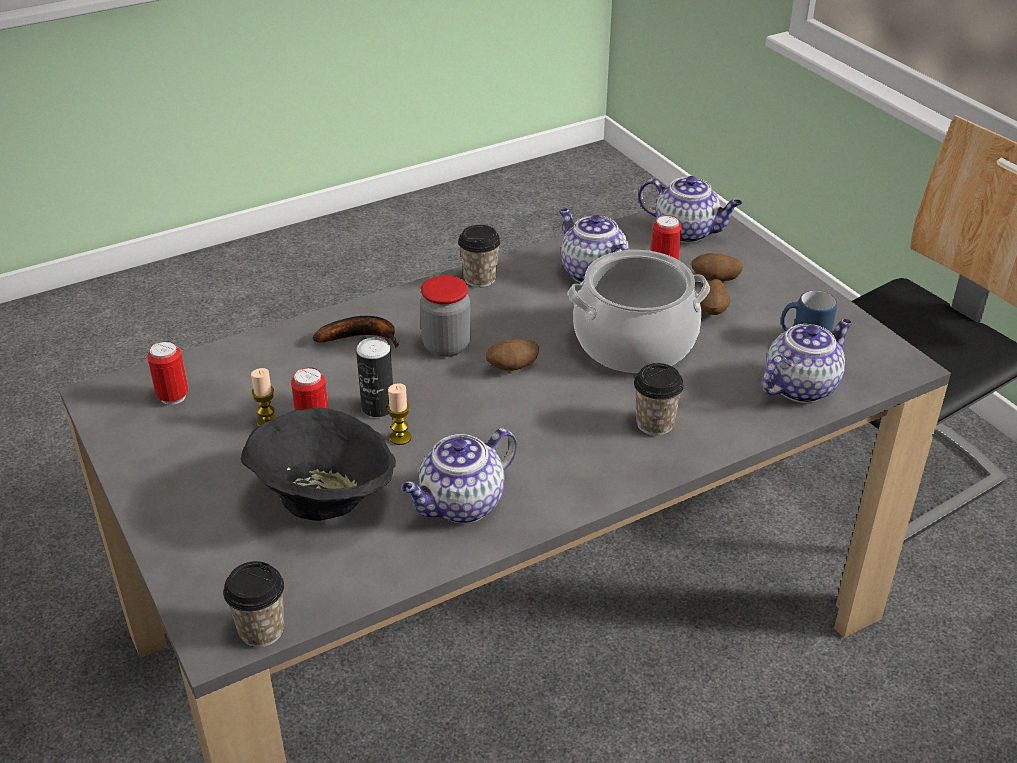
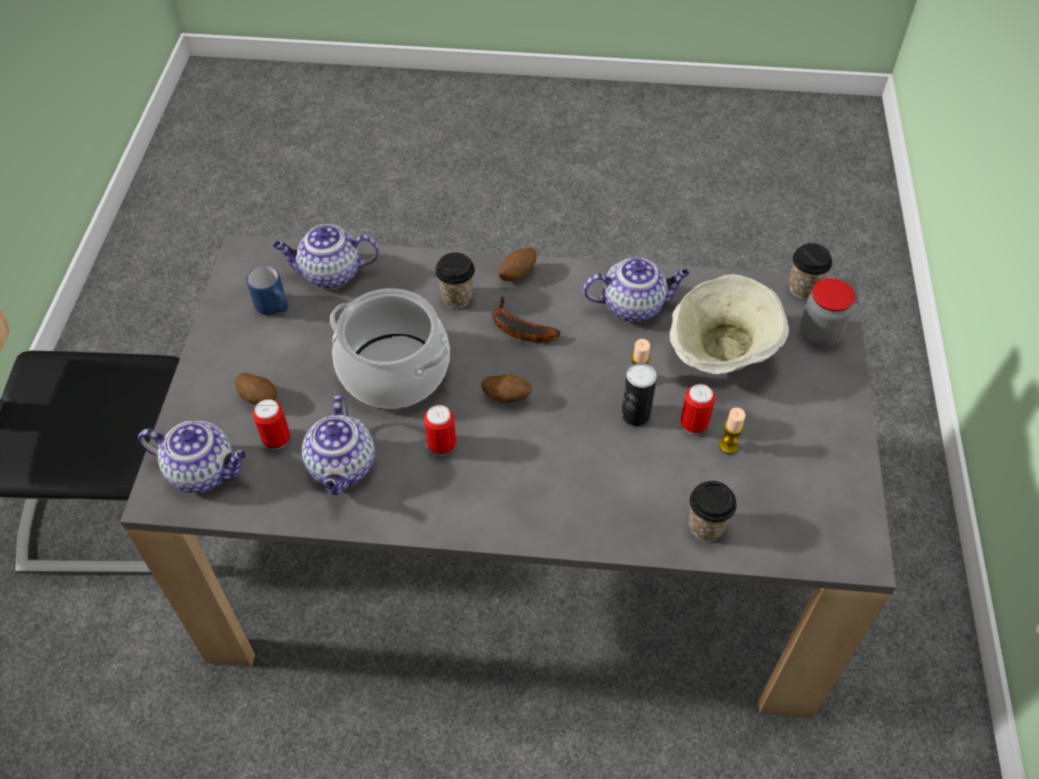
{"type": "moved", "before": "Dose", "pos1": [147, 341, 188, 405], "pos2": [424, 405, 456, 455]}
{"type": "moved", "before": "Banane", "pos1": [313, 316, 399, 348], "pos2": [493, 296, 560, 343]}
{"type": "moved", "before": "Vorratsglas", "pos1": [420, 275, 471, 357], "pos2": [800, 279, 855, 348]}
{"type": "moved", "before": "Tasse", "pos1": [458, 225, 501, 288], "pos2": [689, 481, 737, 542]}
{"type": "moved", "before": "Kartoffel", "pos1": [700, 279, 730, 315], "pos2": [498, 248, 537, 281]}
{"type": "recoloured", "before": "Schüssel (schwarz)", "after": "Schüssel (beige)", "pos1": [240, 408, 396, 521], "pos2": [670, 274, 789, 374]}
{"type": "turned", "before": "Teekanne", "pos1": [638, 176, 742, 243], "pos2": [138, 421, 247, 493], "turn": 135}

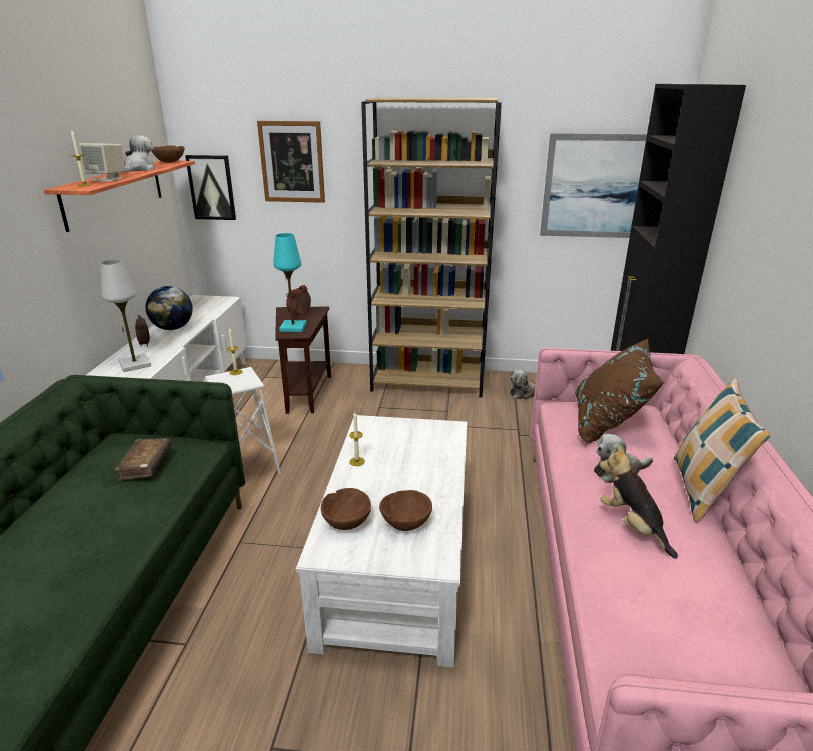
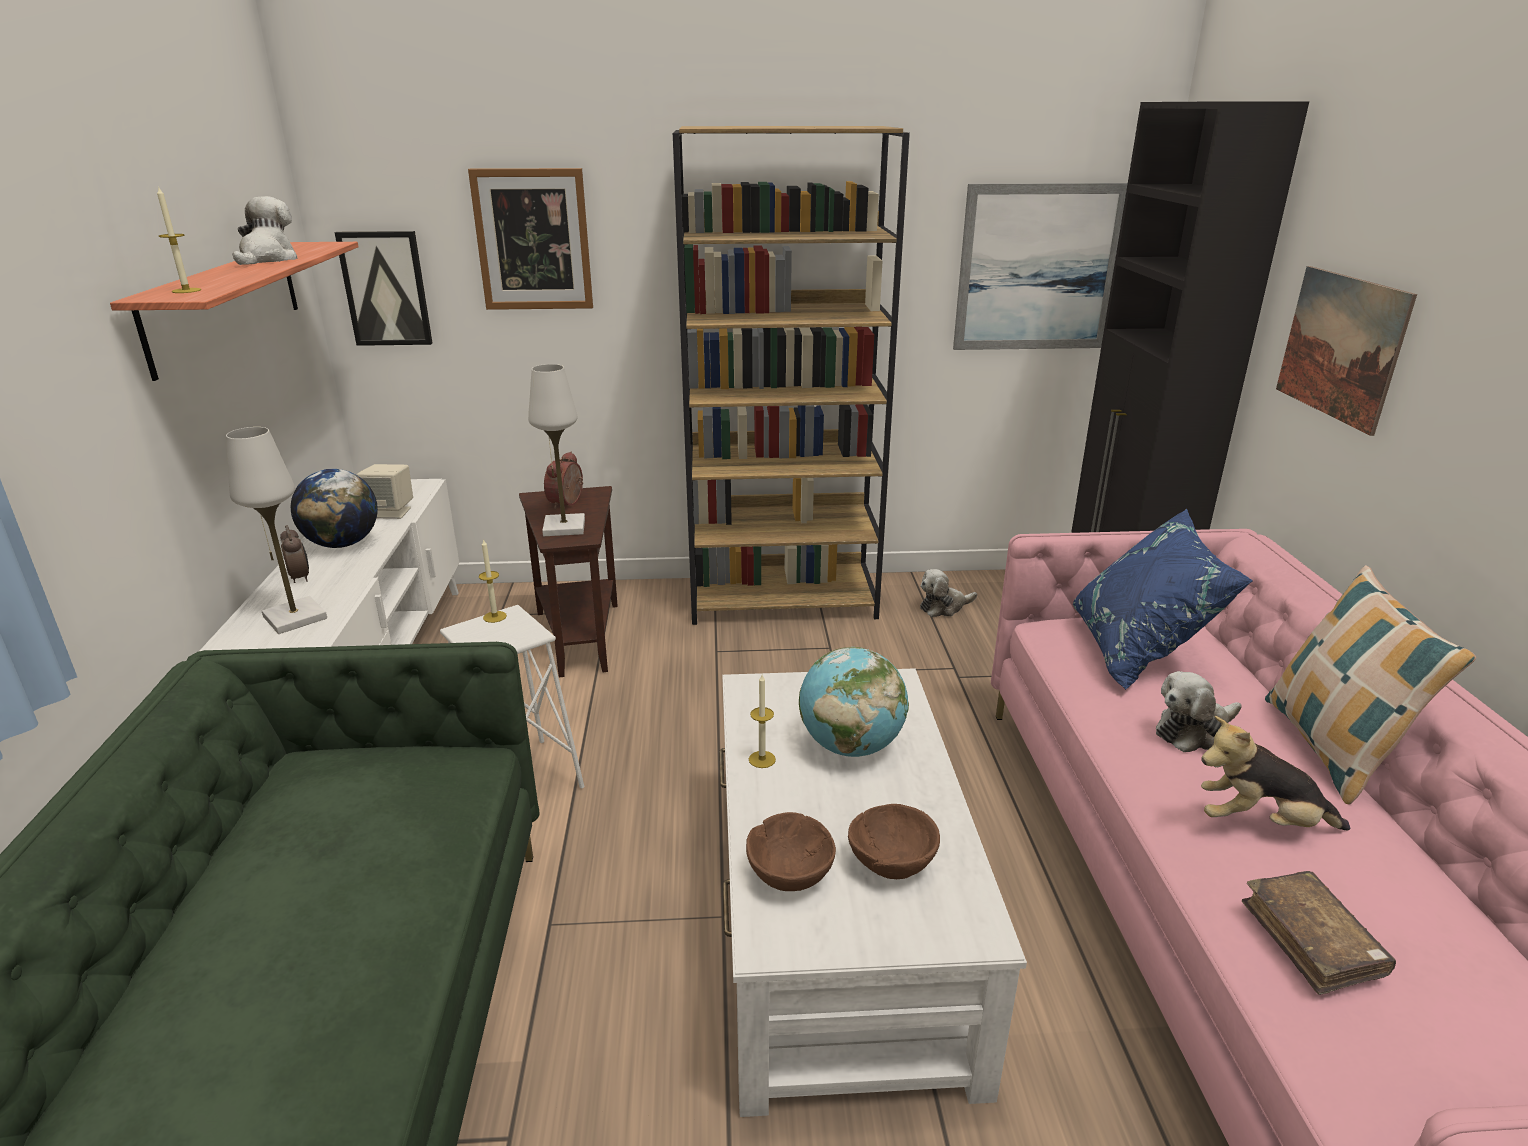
{"type": "removed", "before": "Schüssel (braun)", "pos1": [152, 145, 185, 162]}
{"type": "added", "after": "Globus", "pos2": [799, 647, 909, 757]}
{"type": "added", "after": "Bild", "pos2": [1276, 266, 1417, 436]}
{"type": "moved", "before": "Lautsprecher (beige)", "pos1": [79, 143, 125, 182], "pos2": [357, 464, 413, 519]}
{"type": "moved", "before": "Buch (braun)", "pos1": [114, 438, 171, 481], "pos2": [1242, 871, 1396, 995]}
{"type": "recoloured", "before": "Tischlampe (türkis)", "after": "Tischlampe (weiß)", "pos1": [273, 233, 307, 332], "pos2": [528, 364, 585, 536]}
{"type": "recoloured", "before": "Kissen (braun)", "after": "Kissen (blau)", "pos1": [575, 339, 664, 444], "pos2": [1073, 509, 1253, 690]}
{"type": "turned", "before": "Plüschtier", "pos1": [600, 445, 678, 559], "pos2": [1201, 716, 1350, 830], "turn": -45}

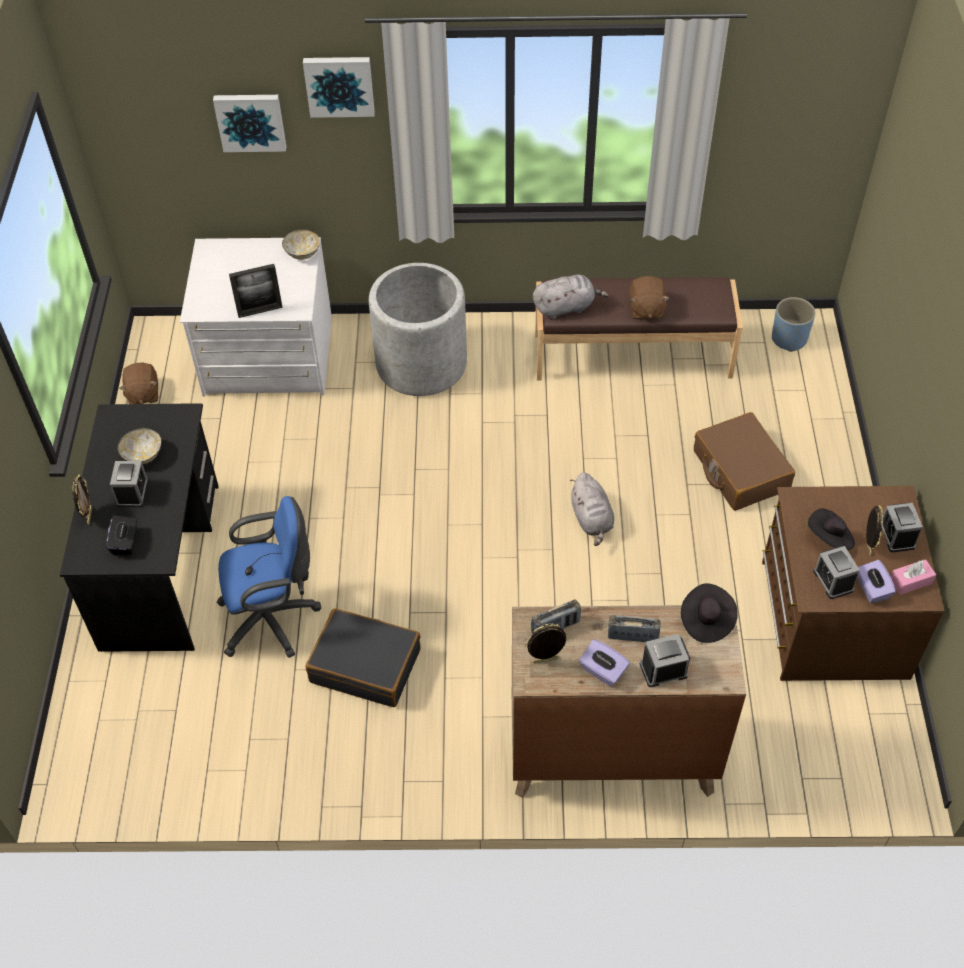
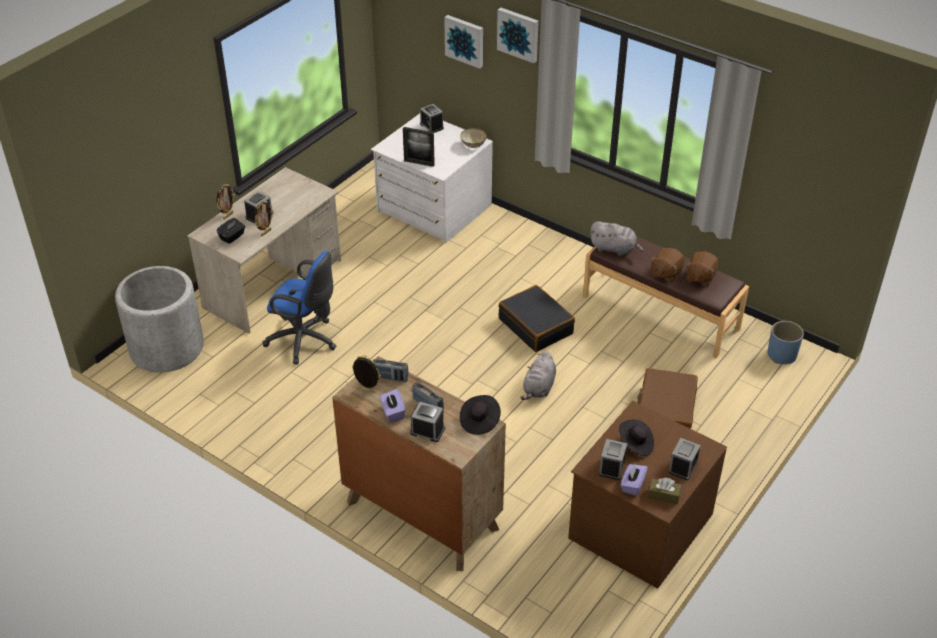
{"type": "removed", "before": "Schüssel", "pos1": [118, 428, 161, 464]}
{"type": "added", "after": "Wecker", "pos2": [420, 104, 444, 133]}
{"type": "moved", "before": "Plüschtier (braun)", "pos1": [119, 363, 158, 404], "pos2": [686, 251, 718, 286]}
{"type": "moved", "before": "Koffer (schwarz)", "pos1": [305, 608, 421, 707], "pos2": [498, 285, 575, 352]}
{"type": "moved", "before": "Pflanzkübel (grau)", "pos1": [369, 263, 467, 396], "pos2": [115, 266, 204, 372]}
{"type": "moved", "before": "Bilderrahmen", "pos1": [866, 505, 883, 555], "pos2": [254, 201, 274, 237]}
{"type": "recoloured", "before": "Schreibtisch (schwarz)", "after": "Schreibtisch (beige)", "pos1": [60, 403, 219, 652], "pos2": [187, 167, 341, 334]}
{"type": "recoloured", "before": "Taschentuchbox (rosa)", "after": "Taschentuchbox (braun)", "pos1": [891, 559, 936, 595], "pos2": [648, 478, 682, 504]}

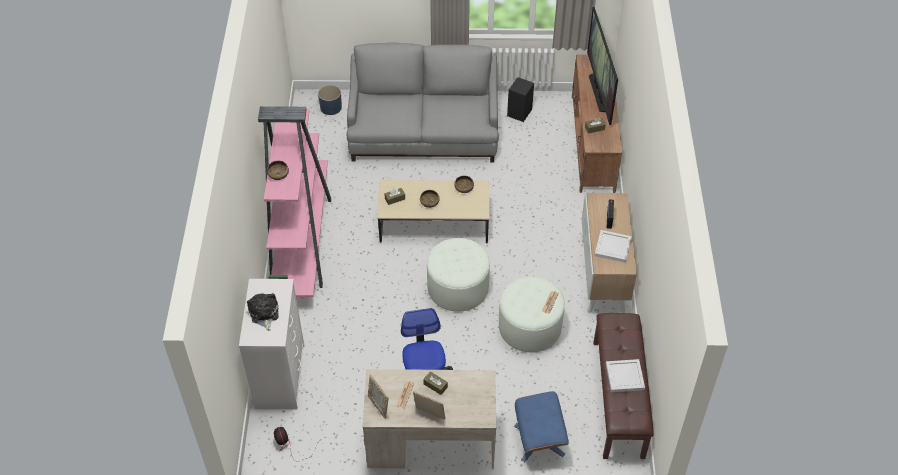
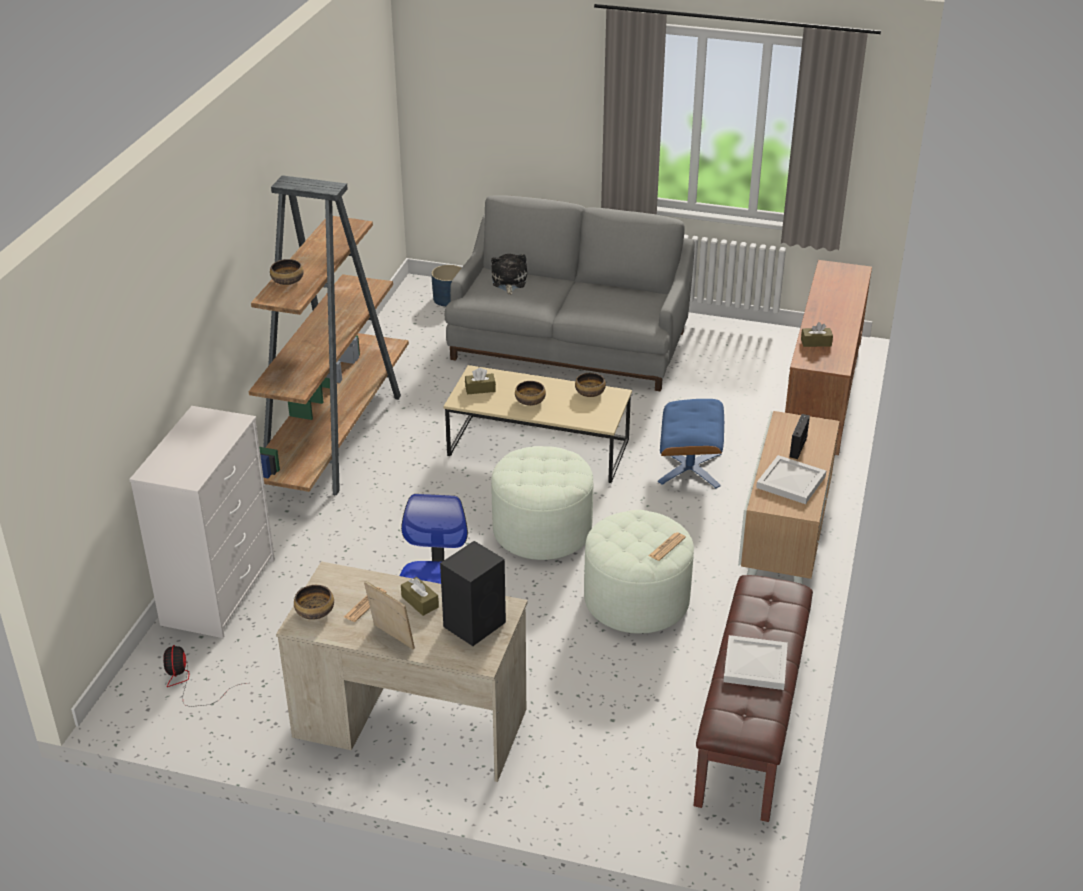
{"type": "removed", "before": "Fernseher", "pos1": [587, 7, 618, 125]}
{"type": "moved", "before": "Plüschtier", "pos1": [247, 293, 279, 331], "pos2": [491, 254, 527, 295]}
{"type": "moved", "before": "Lautsprecher (schwarz)", "pos1": [507, 77, 534, 122], "pos2": [440, 541, 506, 646]}
{"type": "moved", "before": "Polsterhocker (blau)", "pos1": [514, 391, 569, 462], "pos2": [658, 399, 724, 488]}
{"type": "replaced", "before": "Bilderrahmen", "after": "Schüssel", "pos1": [368, 374, 389, 419], "pos2": [294, 585, 334, 620]}
{"type": "recoloured", "before": "Bücherregal (rosa)", "after": "Bücherregal (braun)", "pos1": [258, 106, 331, 297], "pos2": [249, 175, 409, 495]}

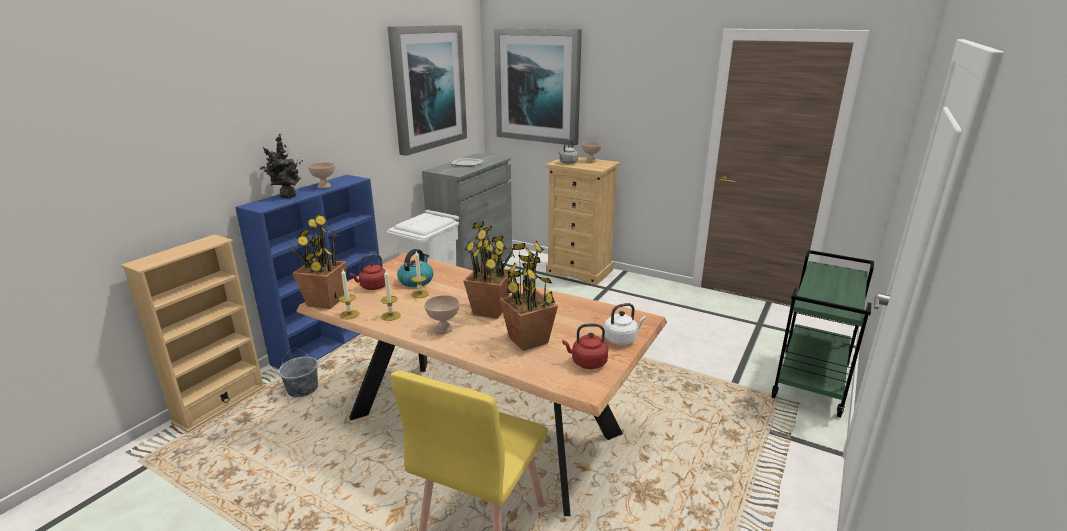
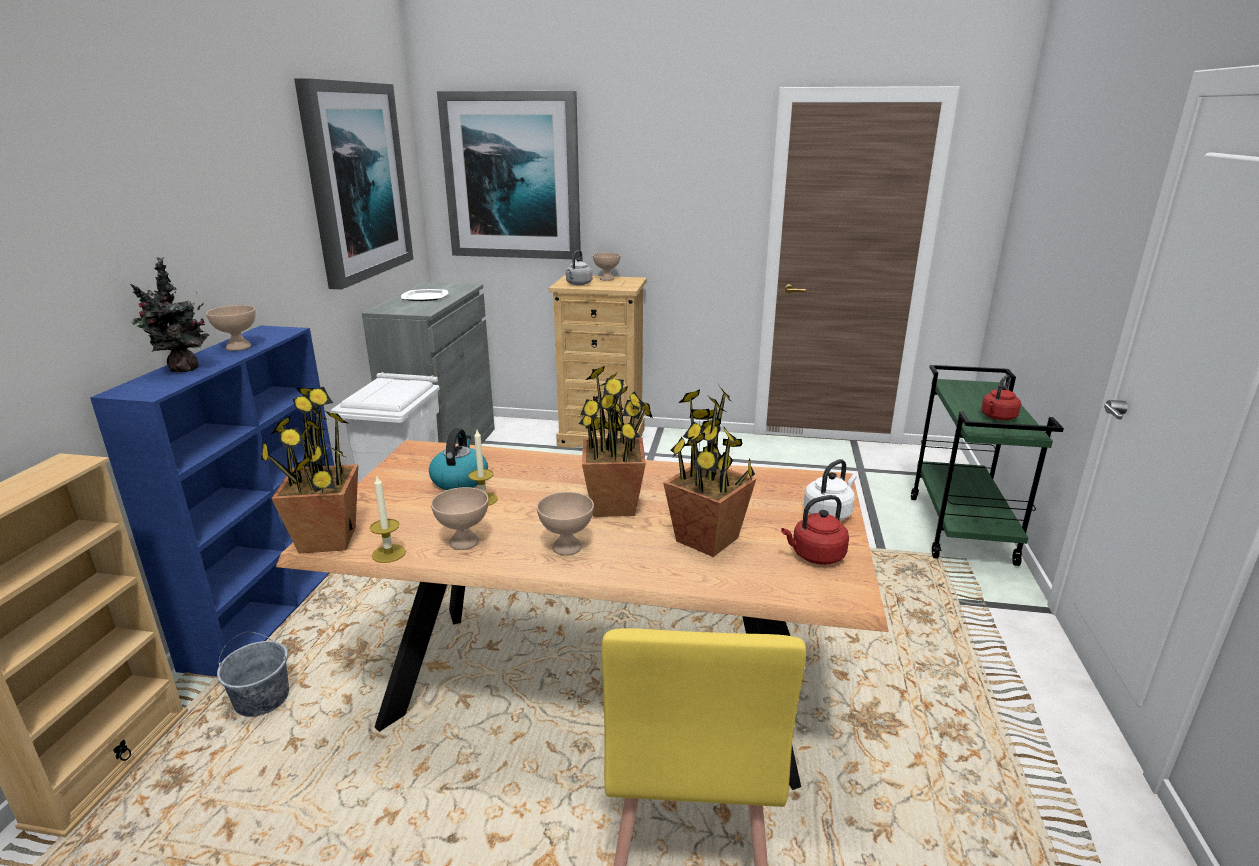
{"type": "moved", "before": "Wasserkessel (rot)", "pos1": [349, 254, 385, 290], "pos2": [981, 375, 1021, 420]}
{"type": "replaced", "before": "Kerze", "after": "Schüssel (beige)", "pos1": [381, 270, 401, 321], "pos2": [431, 487, 489, 550]}

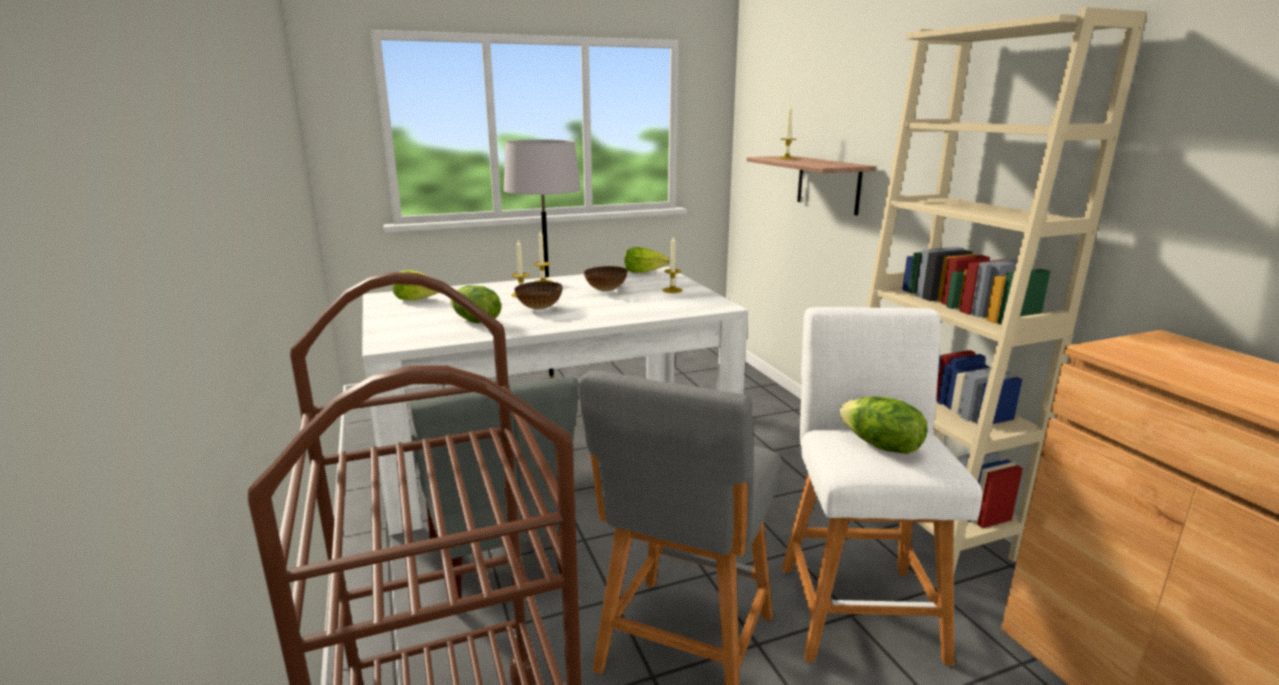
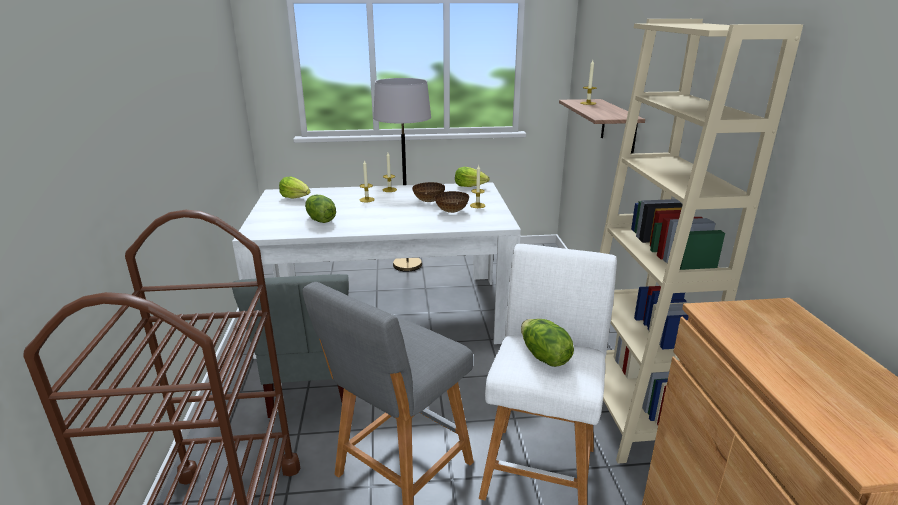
{"type": "moved", "before": "Schüssel", "pos1": [514, 281, 563, 310], "pos2": [435, 191, 469, 213]}

